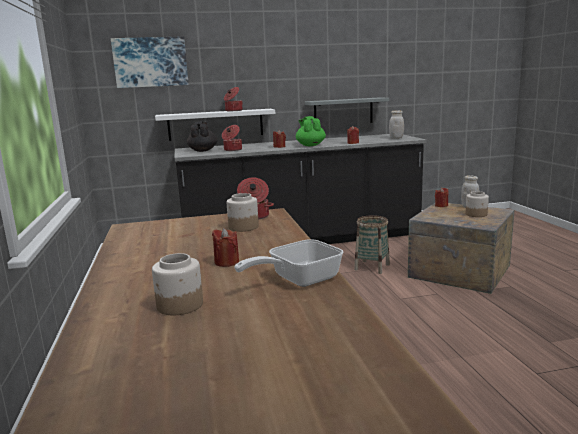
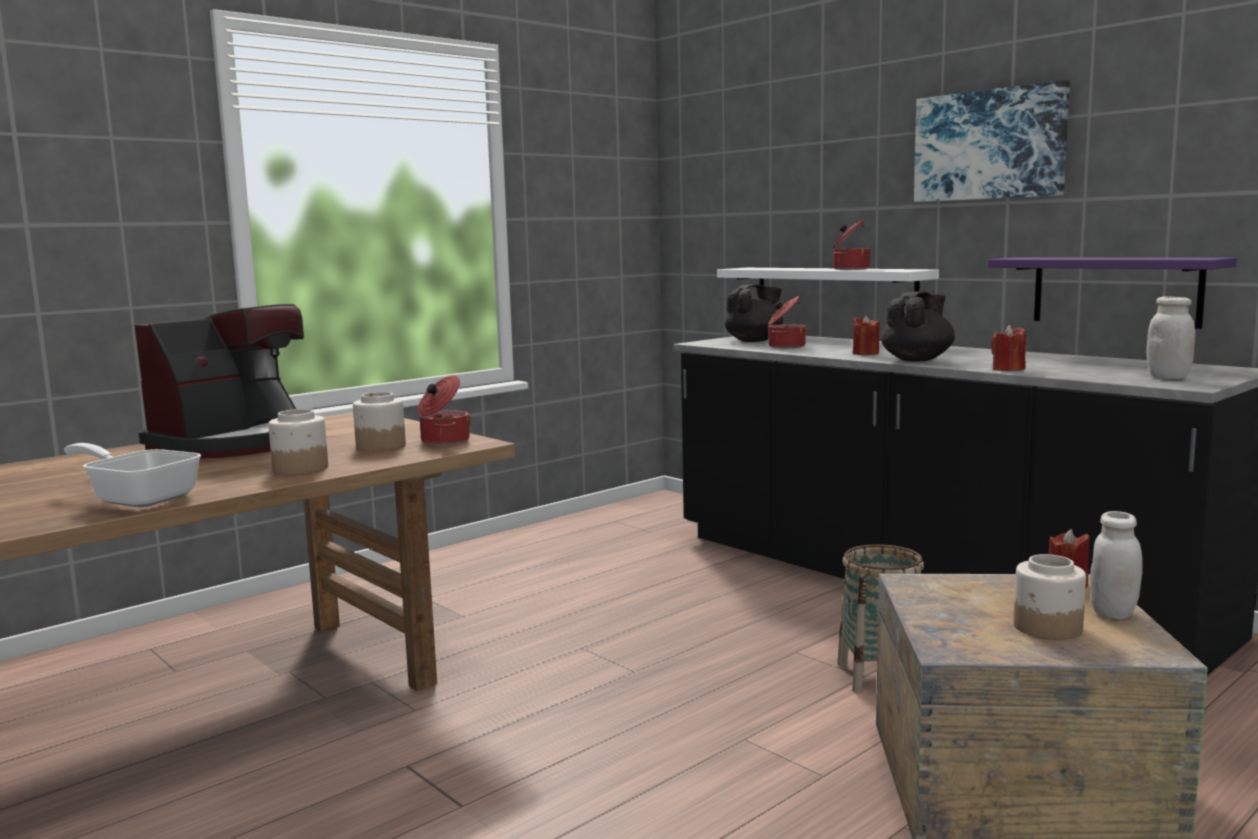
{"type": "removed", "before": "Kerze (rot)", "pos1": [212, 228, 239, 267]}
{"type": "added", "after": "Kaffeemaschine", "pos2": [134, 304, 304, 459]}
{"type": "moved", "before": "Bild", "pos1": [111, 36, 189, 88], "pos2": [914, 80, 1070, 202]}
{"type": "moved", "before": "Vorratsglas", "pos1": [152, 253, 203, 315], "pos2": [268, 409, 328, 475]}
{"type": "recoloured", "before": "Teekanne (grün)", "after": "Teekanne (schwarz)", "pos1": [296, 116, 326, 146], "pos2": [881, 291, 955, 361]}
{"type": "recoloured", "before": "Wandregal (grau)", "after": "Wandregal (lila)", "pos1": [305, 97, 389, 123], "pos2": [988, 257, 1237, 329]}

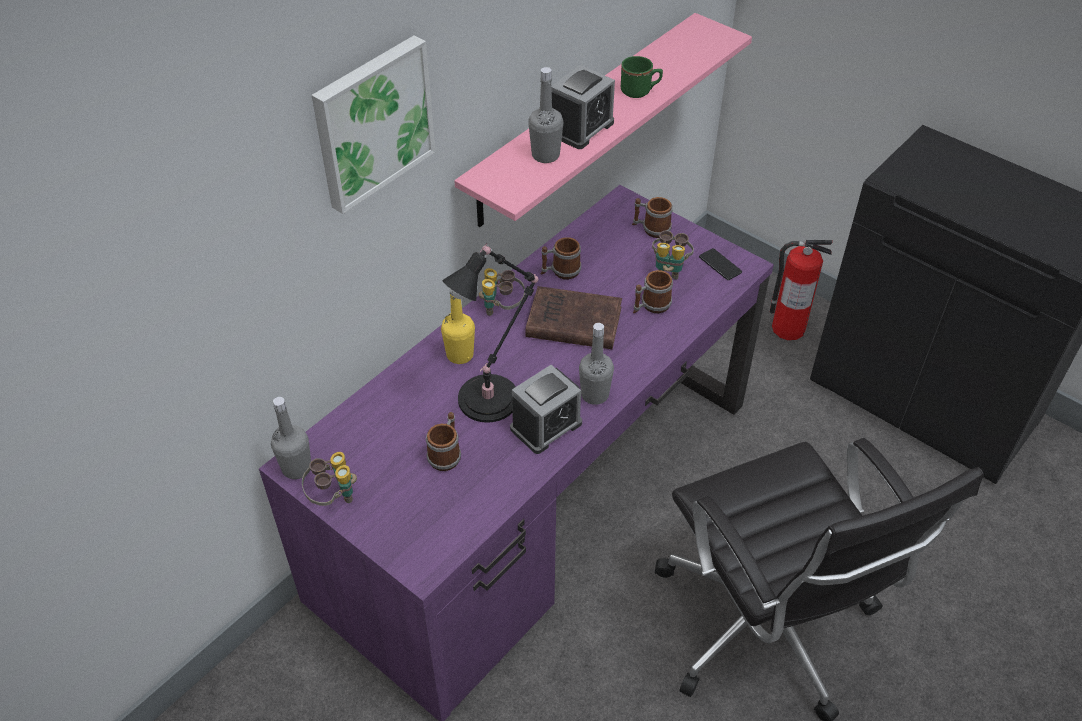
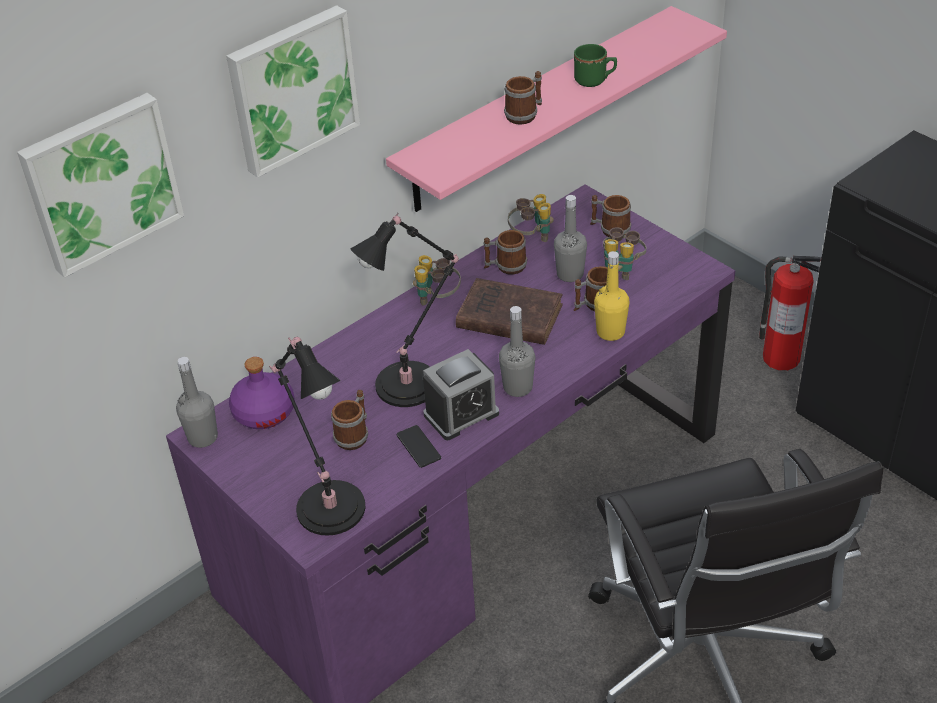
{"type": "added", "after": "Bild", "pos2": [17, 93, 184, 278]}
{"type": "added", "after": "Flasche (lila)", "pos2": [229, 357, 295, 429]}
{"type": "added", "after": "Tischlampe (schwarz)", "pos2": [269, 337, 365, 536]}
{"type": "moved", "before": "Fernglas", "pos1": [302, 452, 357, 506], "pos2": [508, 194, 554, 242]}
{"type": "moved", "before": "Flasche (gelb)", "pos1": [441, 288, 475, 364], "pos2": [594, 251, 629, 341]}
{"type": "moved", "before": "Flasche (grau)", "pos1": [528, 67, 563, 163], "pos2": [554, 195, 587, 282]}
{"type": "moved", "before": "Handy", "pos1": [699, 248, 742, 280], "pos2": [396, 425, 441, 468]}
{"type": "replaced", "before": "Wecker", "after": "Henkelbecher", "pos1": [551, 65, 615, 149], "pos2": [504, 71, 542, 125]}

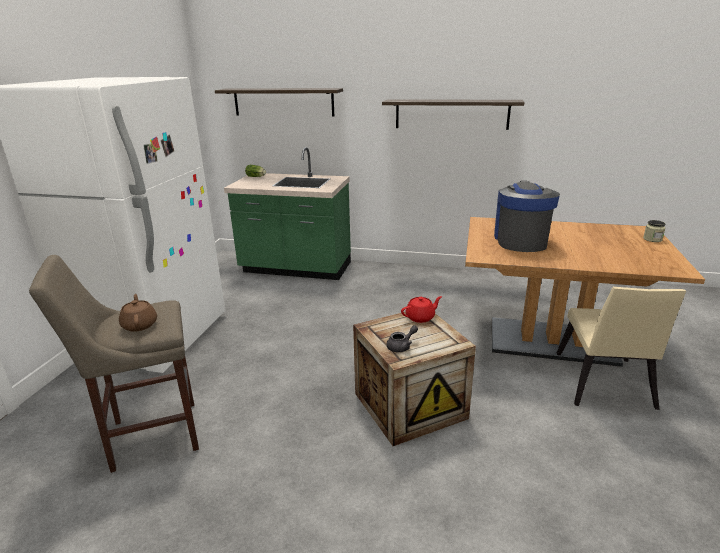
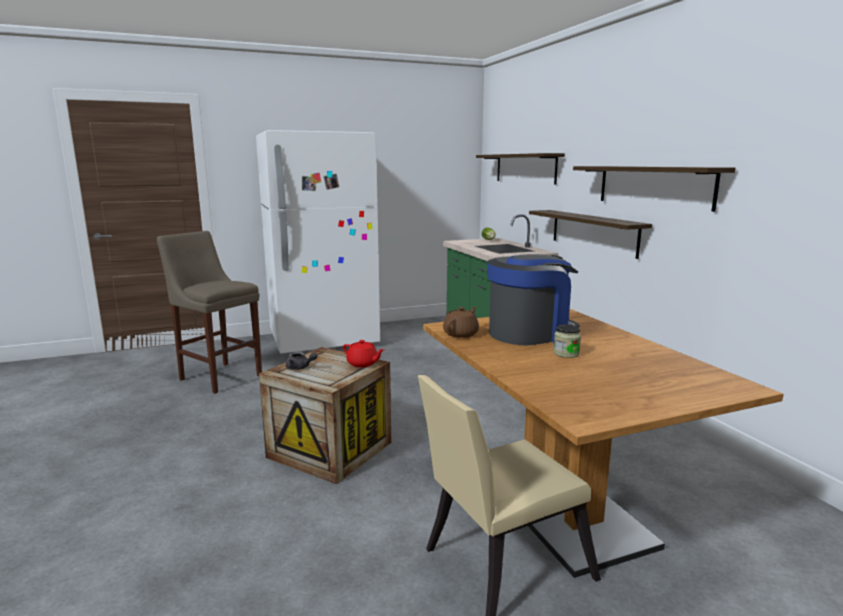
{"type": "added", "after": "Wandregal", "pos2": [529, 210, 652, 259]}
{"type": "moved", "before": "Teekanne (braun)", "pos1": [119, 294, 157, 332], "pos2": [443, 307, 479, 338]}
{"type": "moved", "before": "Vorratsglas", "pos1": [643, 220, 666, 242], "pos2": [553, 325, 581, 358]}

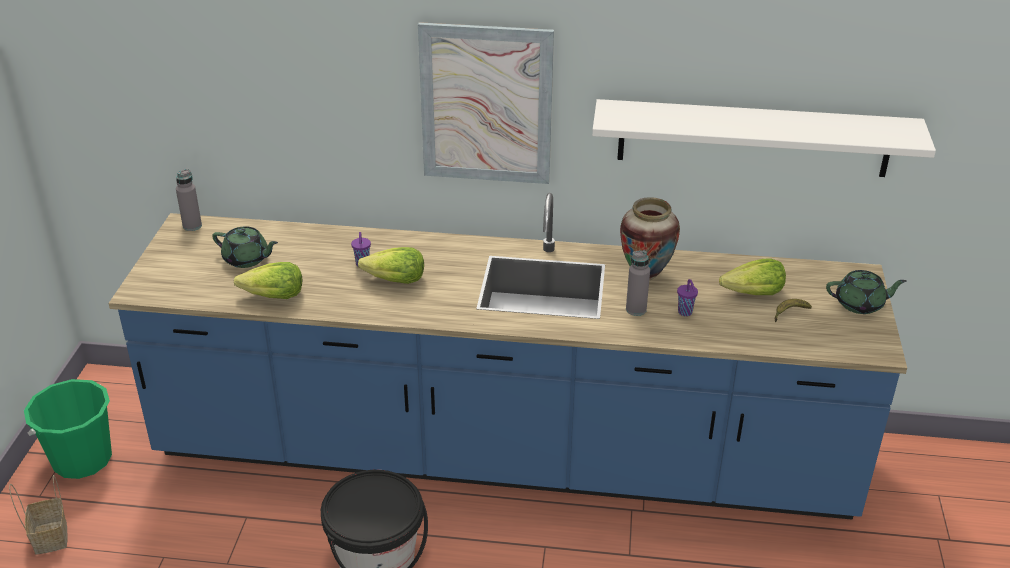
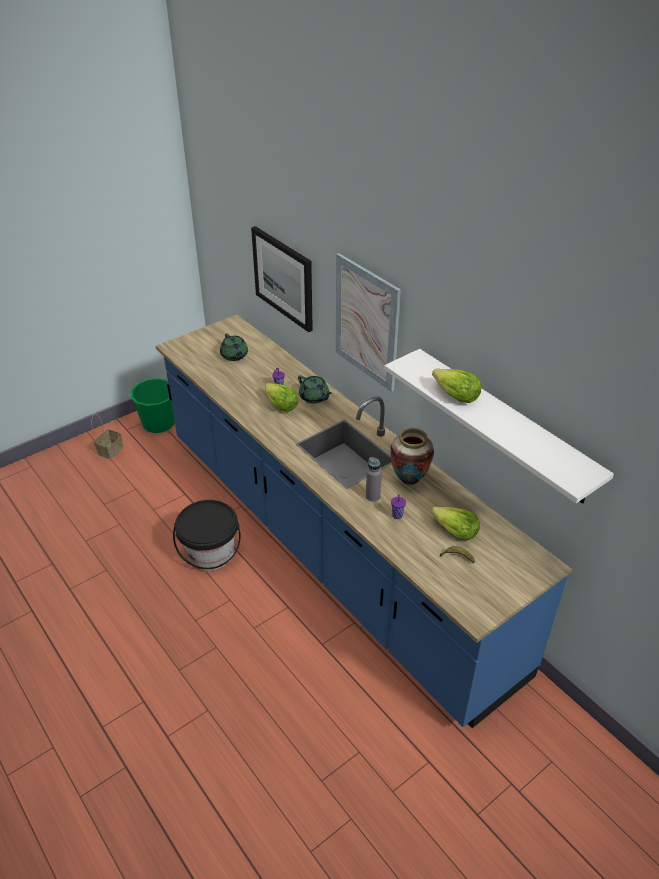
{"type": "removed", "before": "Flasche (grau)", "pos1": [176, 169, 202, 231]}
{"type": "added", "after": "Bild", "pos2": [251, 226, 313, 332]}
{"type": "moved", "before": "Salatkopf", "pos1": [234, 262, 302, 299], "pos2": [432, 369, 481, 403]}
{"type": "moved", "before": "Teekanne (grün)", "pos1": [826, 270, 906, 314], "pos2": [298, 375, 332, 404]}

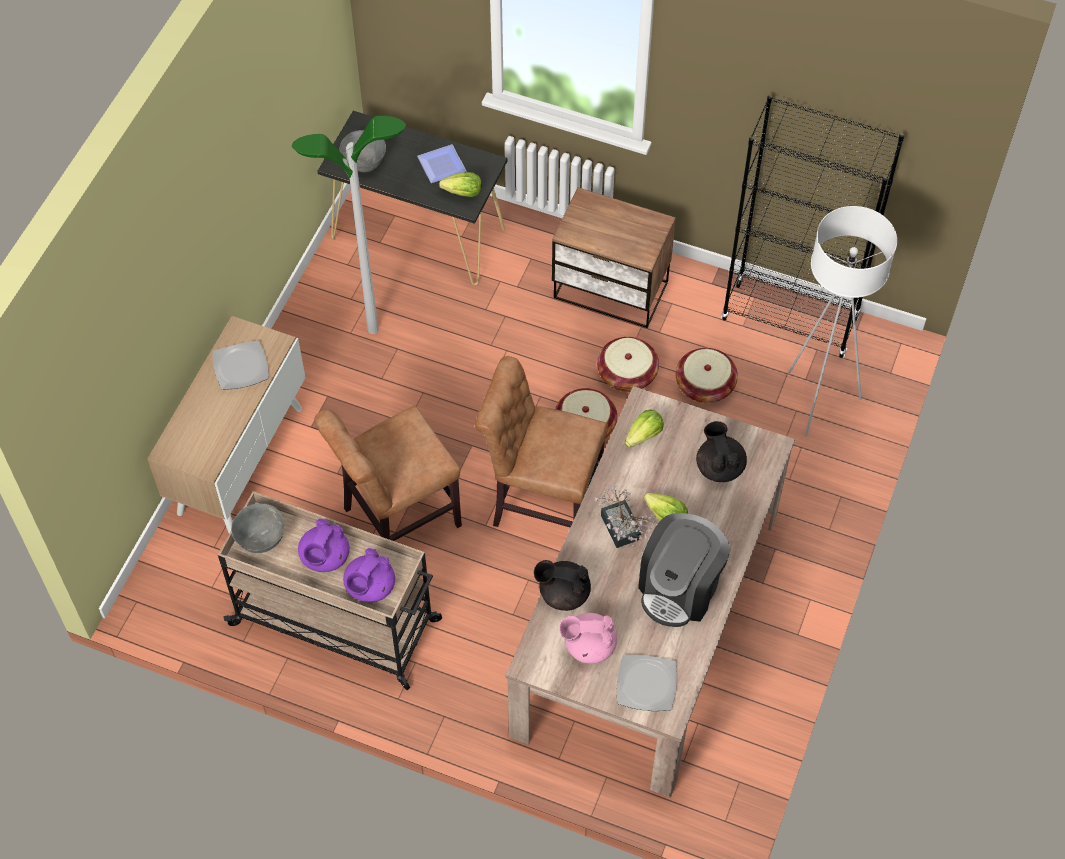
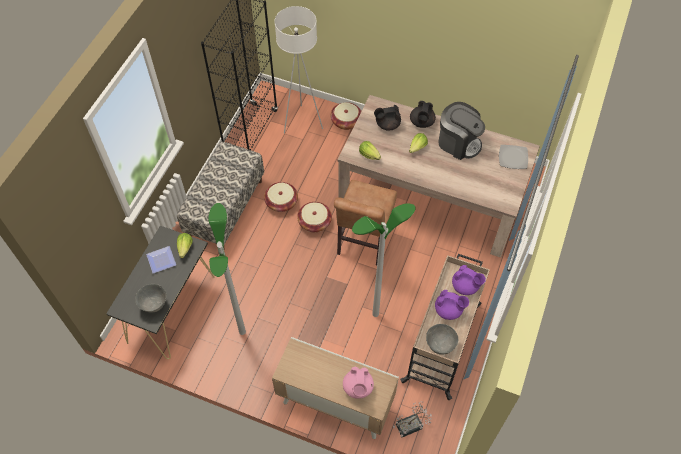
{"type": "removed", "before": "Teller", "pos1": [212, 340, 269, 390]}
{"type": "moved", "before": "Teekanne (schwarz)", "pos1": [534, 560, 591, 611], "pos2": [410, 101, 436, 128]}
{"type": "moved", "before": "Teekanne (rosa)", "pos1": [559, 613, 617, 664], "pos2": [343, 366, 374, 399]}
{"type": "moved", "before": "Topfpflanze", "pos1": [594, 484, 655, 548], "pos2": [393, 401, 432, 437]}
{"type": "moved", "before": "Korb", "pos1": [676, 348, 738, 403], "pos2": [331, 102, 361, 130]}
{"type": "replaced", "before": "Stuhl (braun)", "after": "Stehlampe", "pos1": [314, 405, 462, 541], "pos2": [352, 204, 415, 317]}
{"type": "replaced", "before": "Nachttisch", "after": "Bank", "pos1": [552, 187, 676, 328], "pos2": [177, 141, 264, 249]}

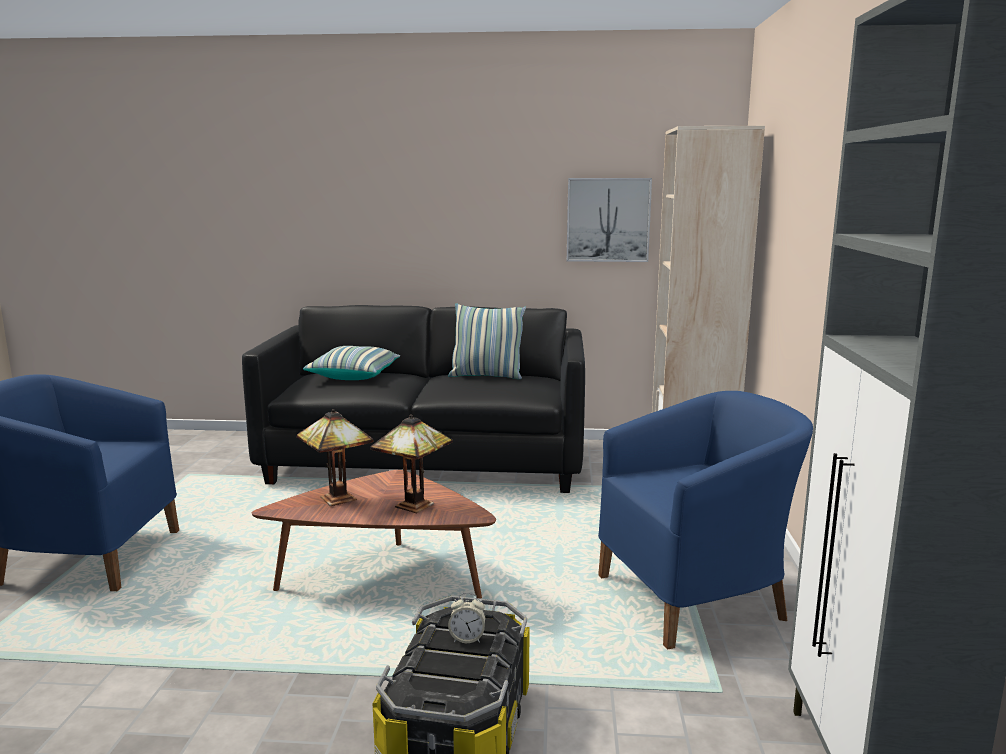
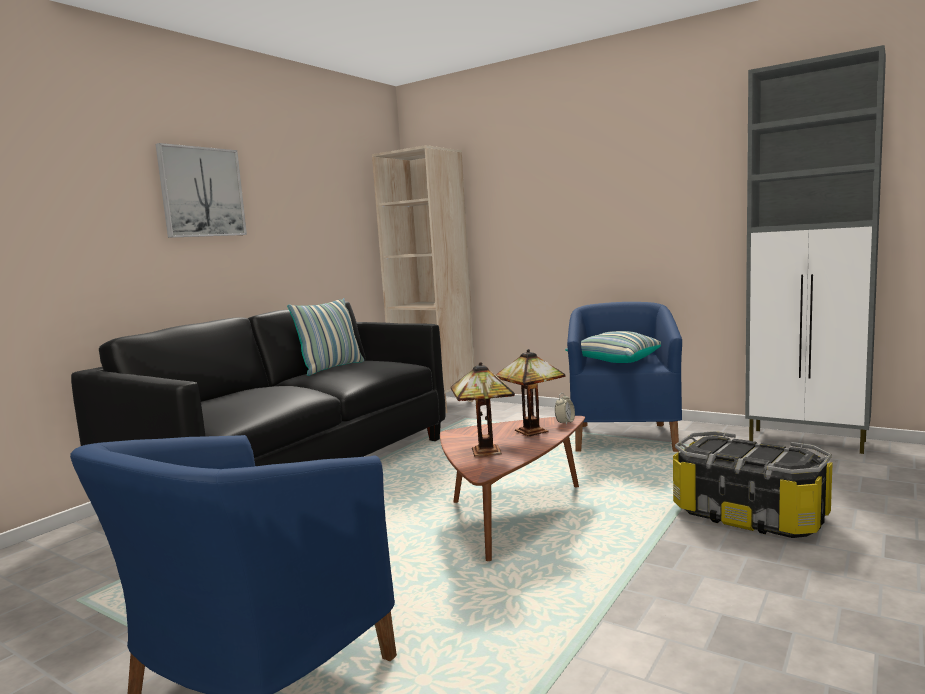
{"type": "moved", "before": "Kissen", "pos1": [303, 346, 400, 380], "pos2": [565, 331, 661, 363]}
{"type": "moved", "before": "Wecker", "pos1": [448, 593, 485, 643], "pos2": [555, 393, 575, 425]}
{"type": "moved", "before": "Bild", "pos1": [567, 178, 652, 262], "pos2": [156, 143, 247, 238]}

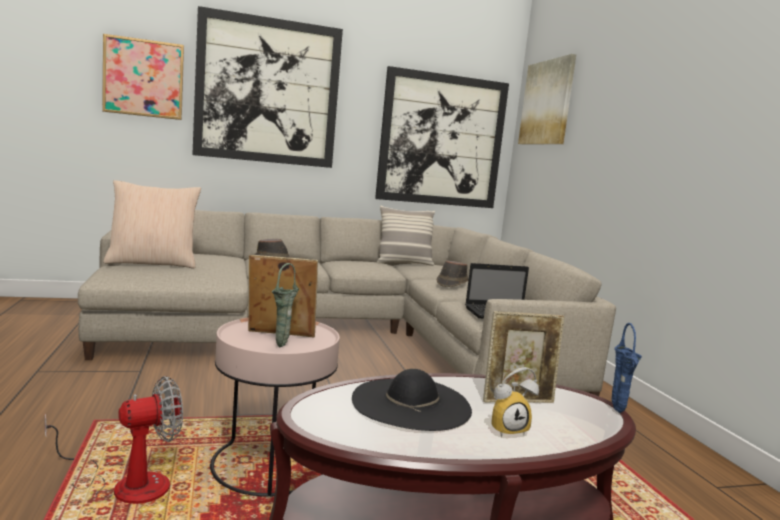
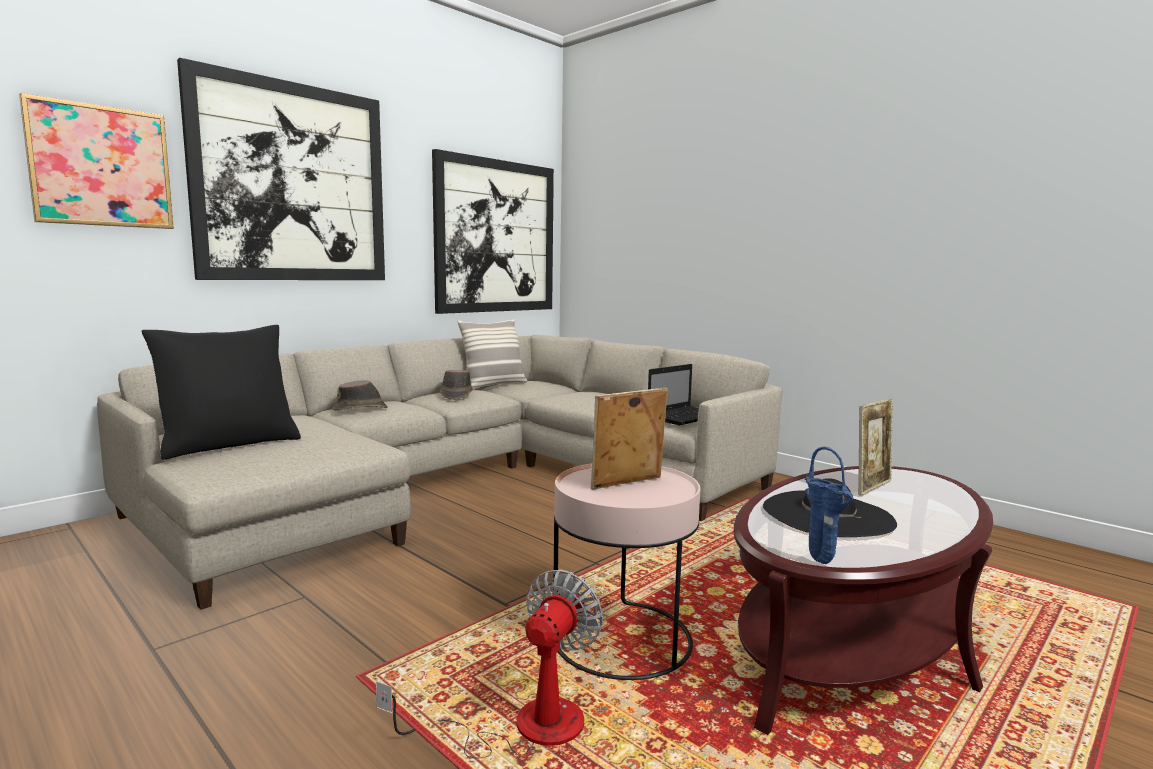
{"type": "removed", "before": "Vase (grün)", "pos1": [272, 263, 299, 347]}
{"type": "removed", "before": "Wecker", "pos1": [491, 367, 539, 437]}
{"type": "removed", "before": "Bild", "pos1": [518, 54, 576, 144]}
{"type": "moved", "before": "Hut (braun)", "pos1": [437, 260, 468, 287], "pos2": [440, 370, 473, 400]}
{"type": "moved", "before": "Vase (blau)", "pos1": [612, 323, 642, 413], "pos2": [805, 447, 853, 564]}
{"type": "recoloured", "before": "Kissen (beige)", "after": "Kissen (schwarz)", "pos1": [103, 180, 201, 268], "pos2": [141, 325, 301, 460]}

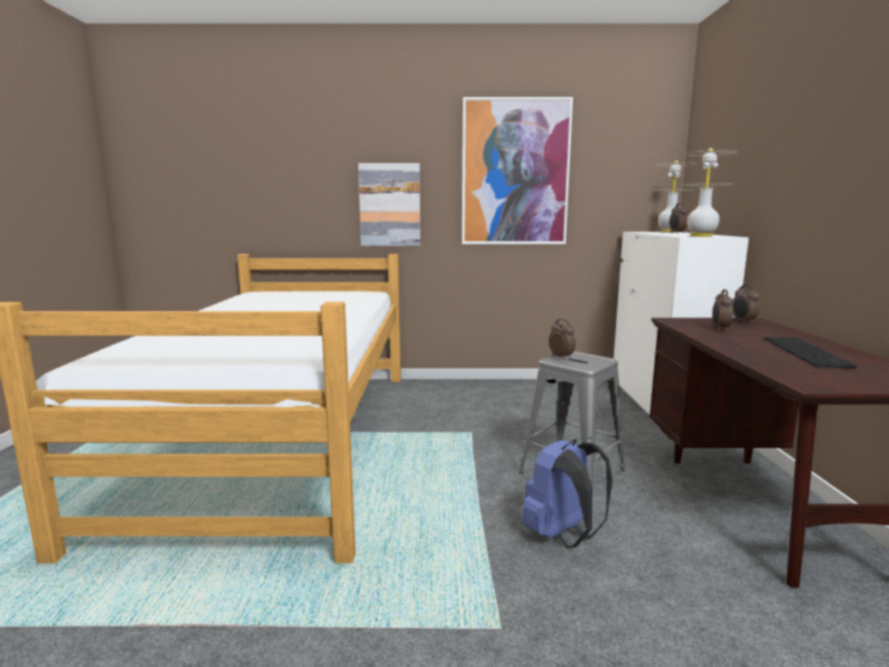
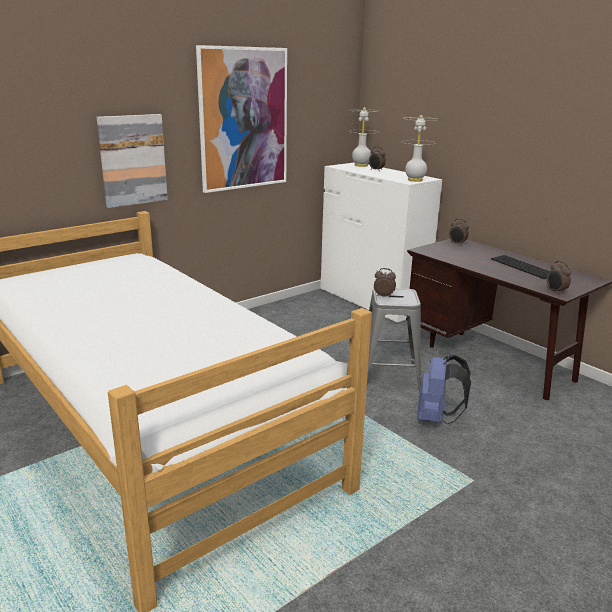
{"type": "moved", "before": "Wecker", "pos1": [712, 289, 733, 331], "pos2": [547, 261, 571, 294]}

